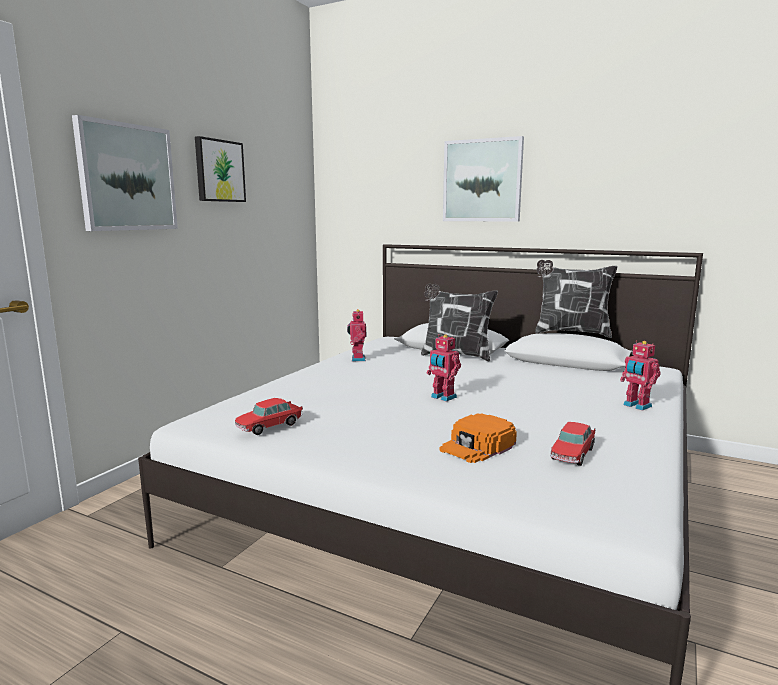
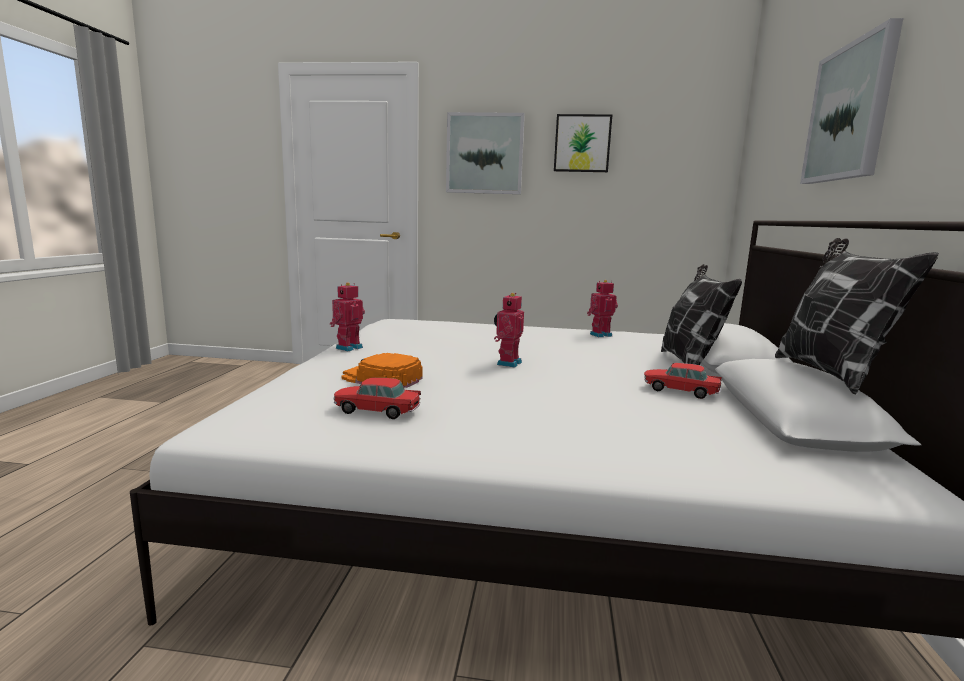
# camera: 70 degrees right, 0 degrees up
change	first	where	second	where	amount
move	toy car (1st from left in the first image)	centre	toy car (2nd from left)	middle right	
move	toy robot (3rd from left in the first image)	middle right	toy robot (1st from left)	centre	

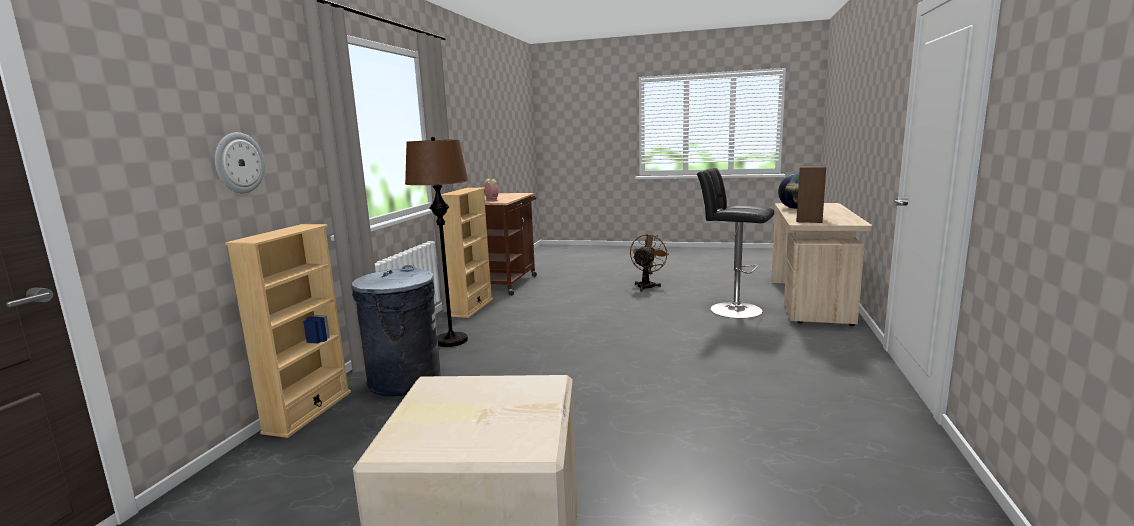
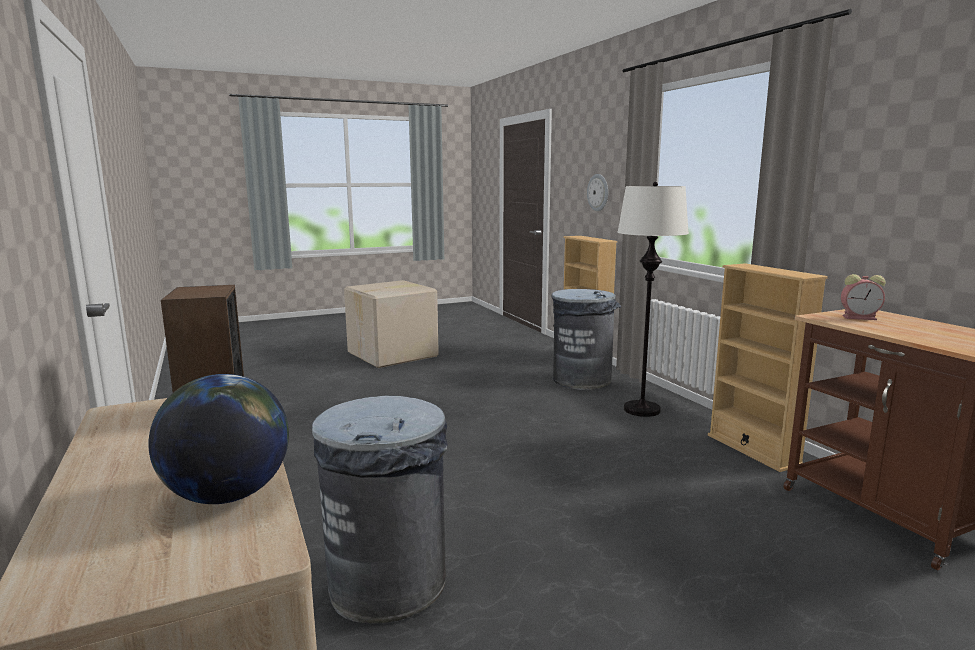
# camera: 140 degrees right, 0 degrees up
change	first	where	second	where	amount
recolor	floor lamp in brown	centre	floor lamp in white	middle right	
delete	fan in brown	centre			
replace	stool in black	centre	trash can in grey (1st from left)	bottom centre	

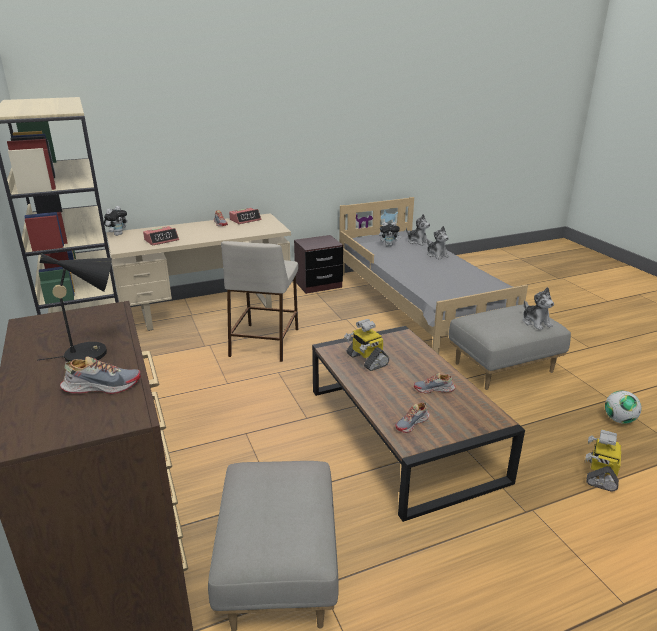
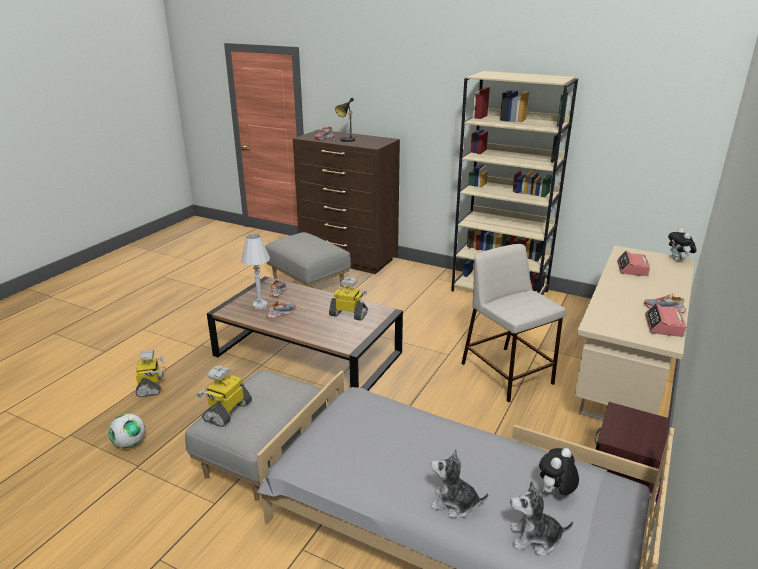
# camera: 140 degrees right, 0 degrees up
change	first	where	second	where	amount
replace	plush toy (5th from left)	middle right	toy robot (2nd from left)	bottom left	
insert			table lamp in white	centre	

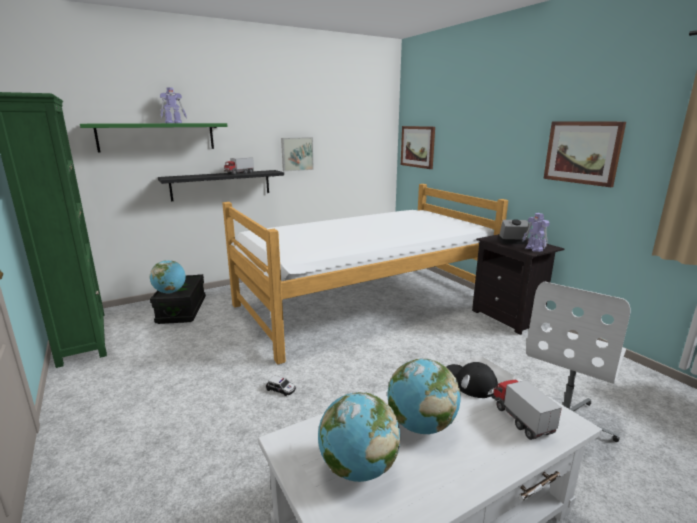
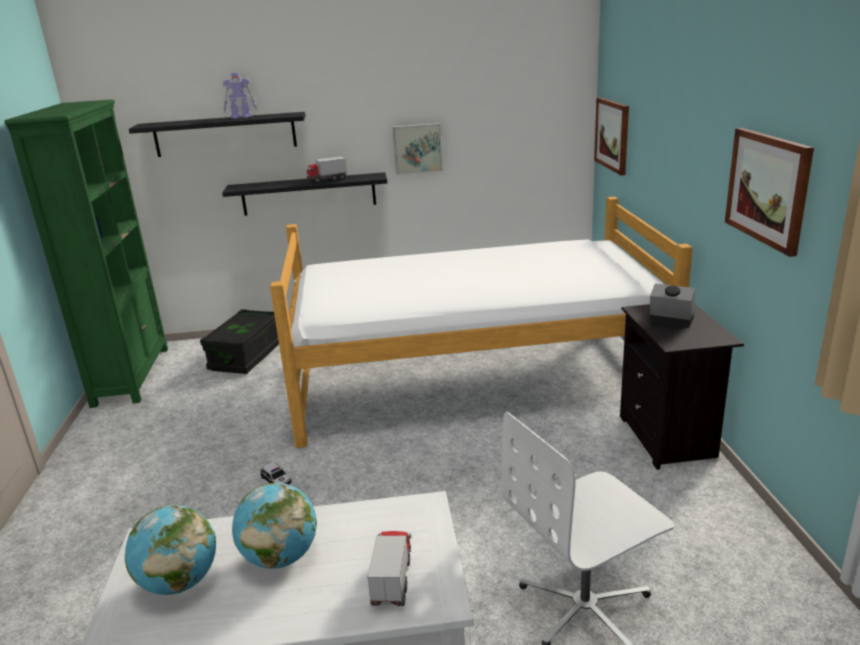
# camera: 25 degrees right, 5 degrees up
change	first	where	second	where	amount
recolor	shelf in green	top left	shelf in black (1st from left)	top left	
delete	globe (1st from left)	middle left			
delete	cap in black	bottom right			
delete	toy robot (2nd from left)	middle right			

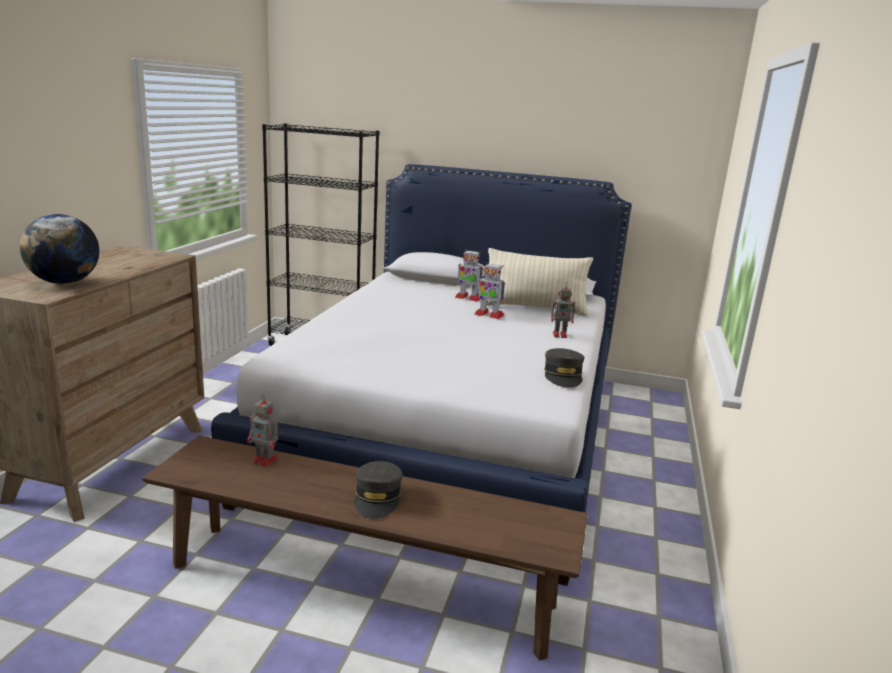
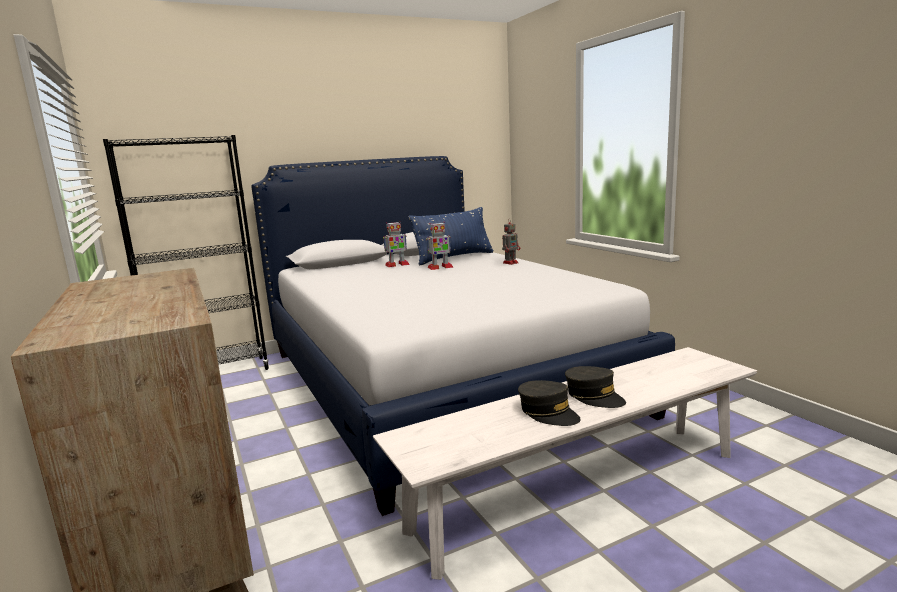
# camera: 40 degrees left, 5 degrees down
change	first	where	second	where	amount
delete	globe	middle left			
recolor	bench in brown	bottom centre	bench in white	bottom centre	
delete	toy robot (1st from left)	middle left			
recolor	pillow in beige	centre	pillow in blue	centre	
move	cap in grey (2nd from left in the first image)	centre	cap in grey (1st from left)	bottom centre	

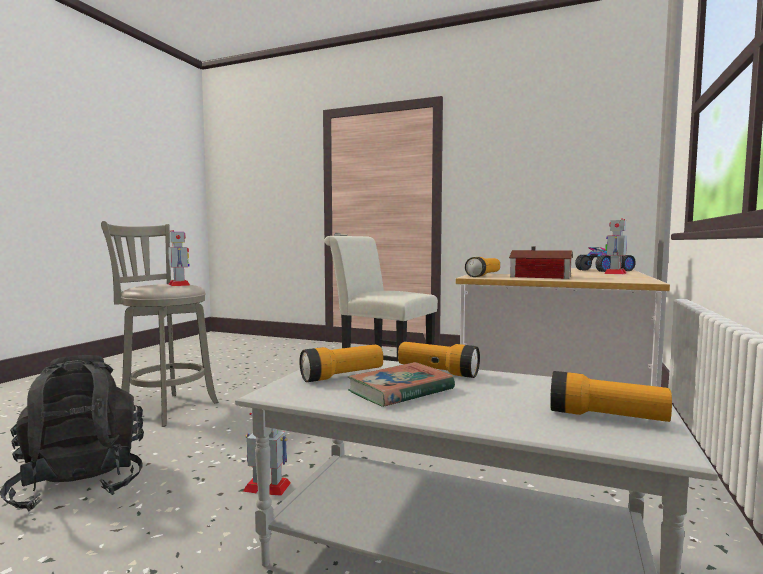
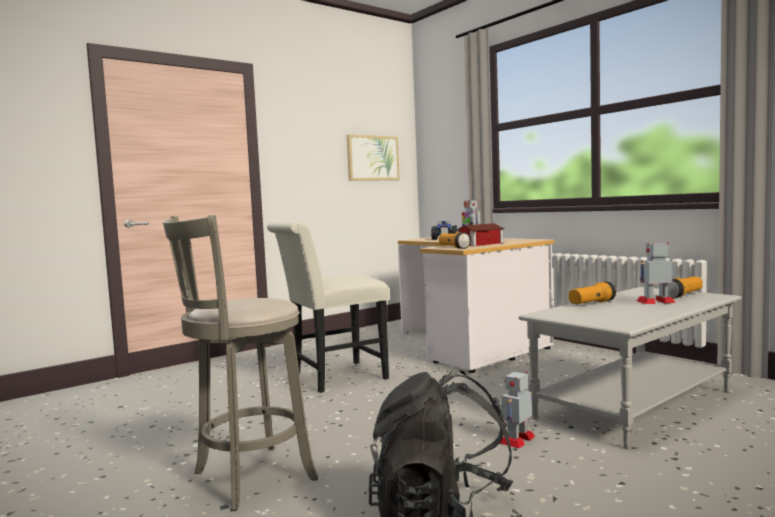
# camera: 60 degrees left, 0 degrees up
change	first	where	second	where	amount
move	toy robot (1st from left in the first image)	middle left	toy robot (3rd from left)	middle right	
delete	flashlight (1st from left)	centre			
delete	book	bottom centre			
insert			picture	top centre	

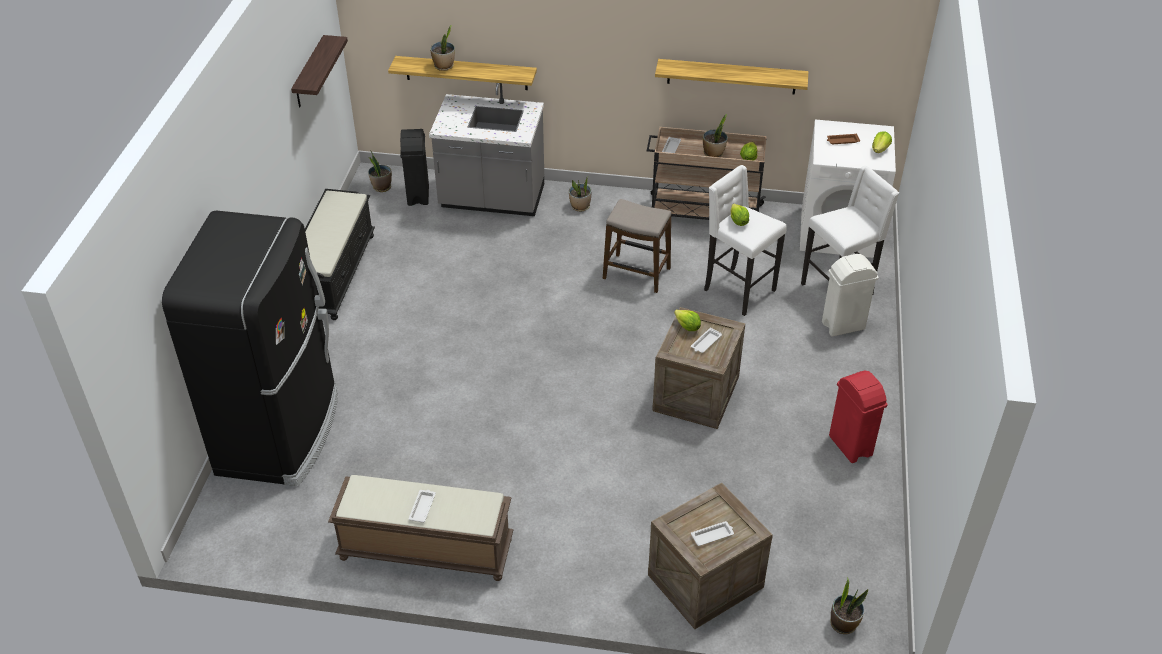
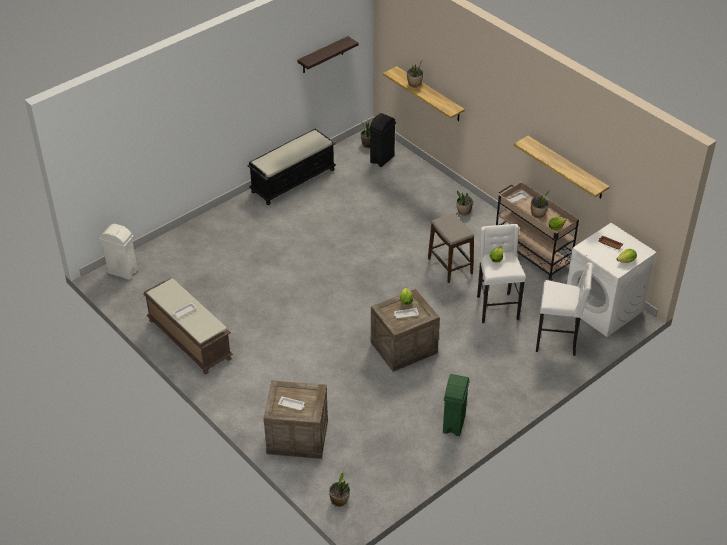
# camera: 40 degrees right, 0 degrees up
change	first	where	second	where	amount
delete	fridge in black	middle left			
delete	counter in grey	top centre			
move	trash can in white	middle right		middle left	
recolor	trash can in red	middle right	trash can in green	bottom centre	

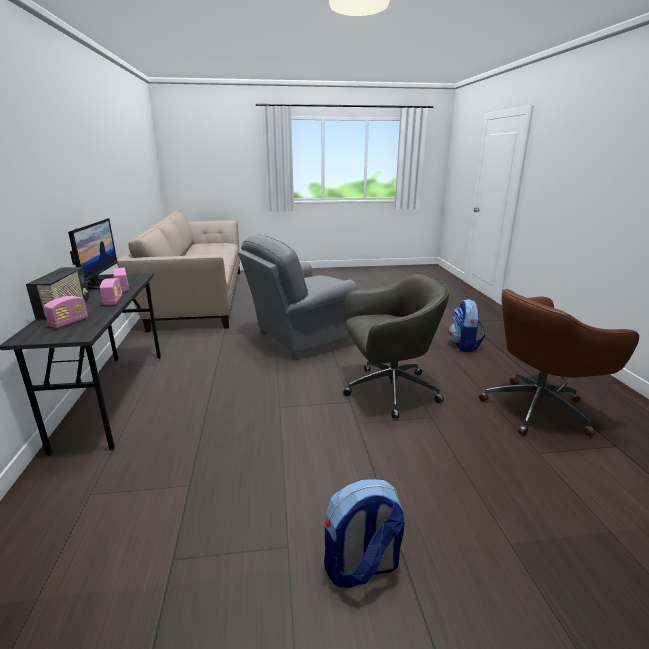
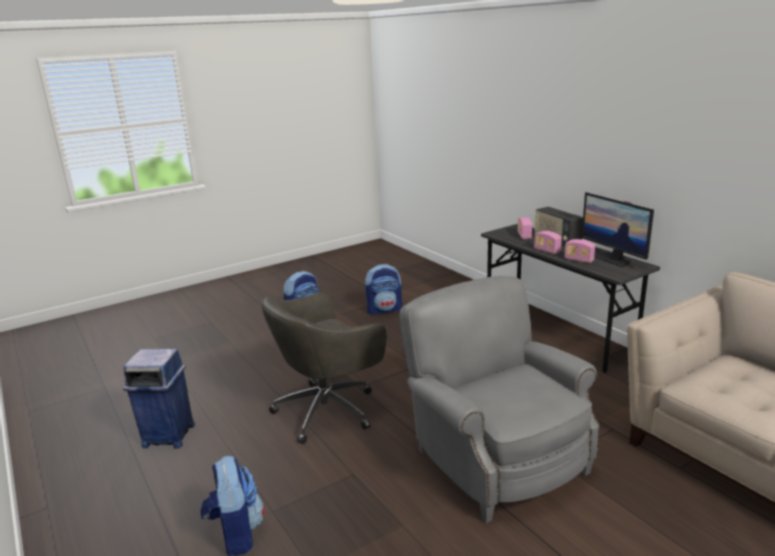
# camera: 155 degrees right, 0 degrees up
change	first	where	second	where	amount
rotate	armchair in grey	centre		bottom centre	60 degrees counterclockwise
replace	office chair in brown	middle right	trash can in blue	bottom left	
insert			backpack (3rd from left)	centre	

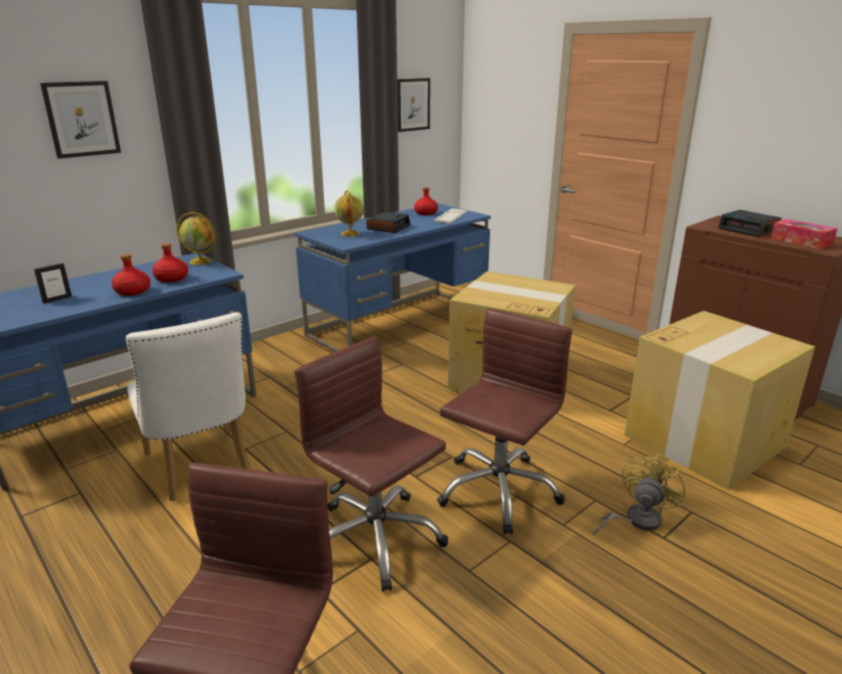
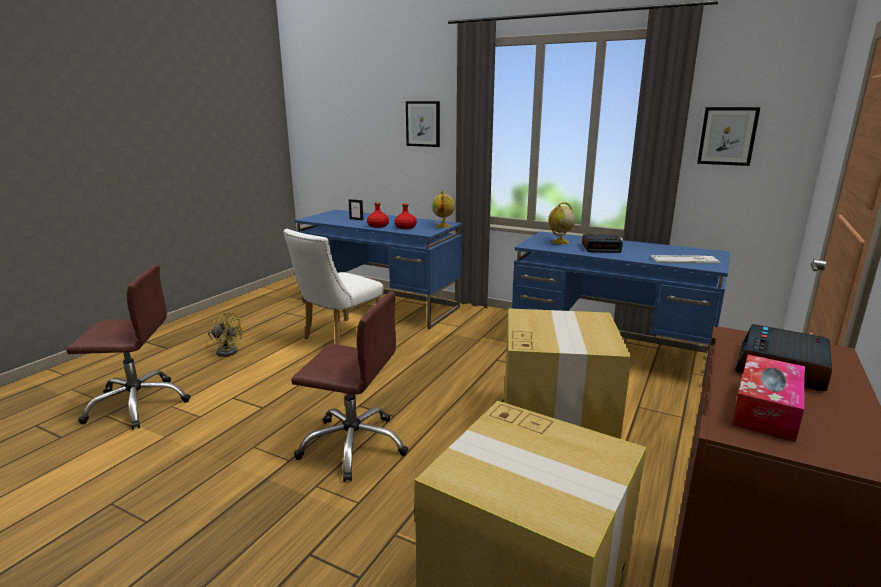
# camera: 70 degrees right, 5 degrees down
change	first	where	second	where	amount
delete	office chair in brown (2nd from left)	bottom centre			
delete	bottle in red (3rd from left)	top centre			
move	fan in yellow	bottom right		middle left	

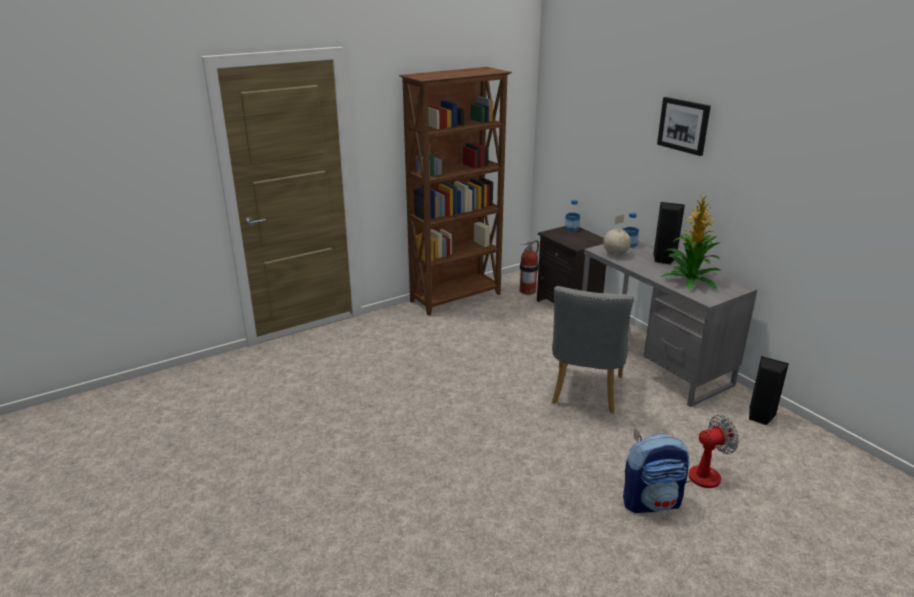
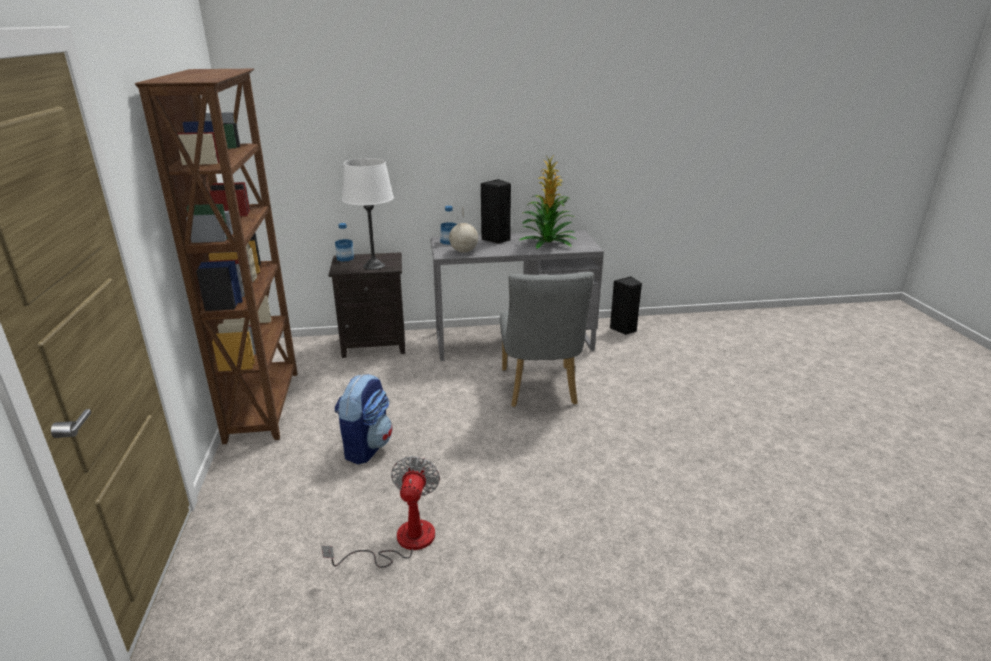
# camera: 65 degrees left, 0 degrees up
change	first	where	second	where	amount
delete	fire extinguisher	centre			
rotate	chair in grey	centre		centre	45 degrees clockwise
move	backpack	bottom right		centre	
move	fan	bottom right		bottom centre	
delete	picture	top right			
insert			table lamp in white	top centre	

